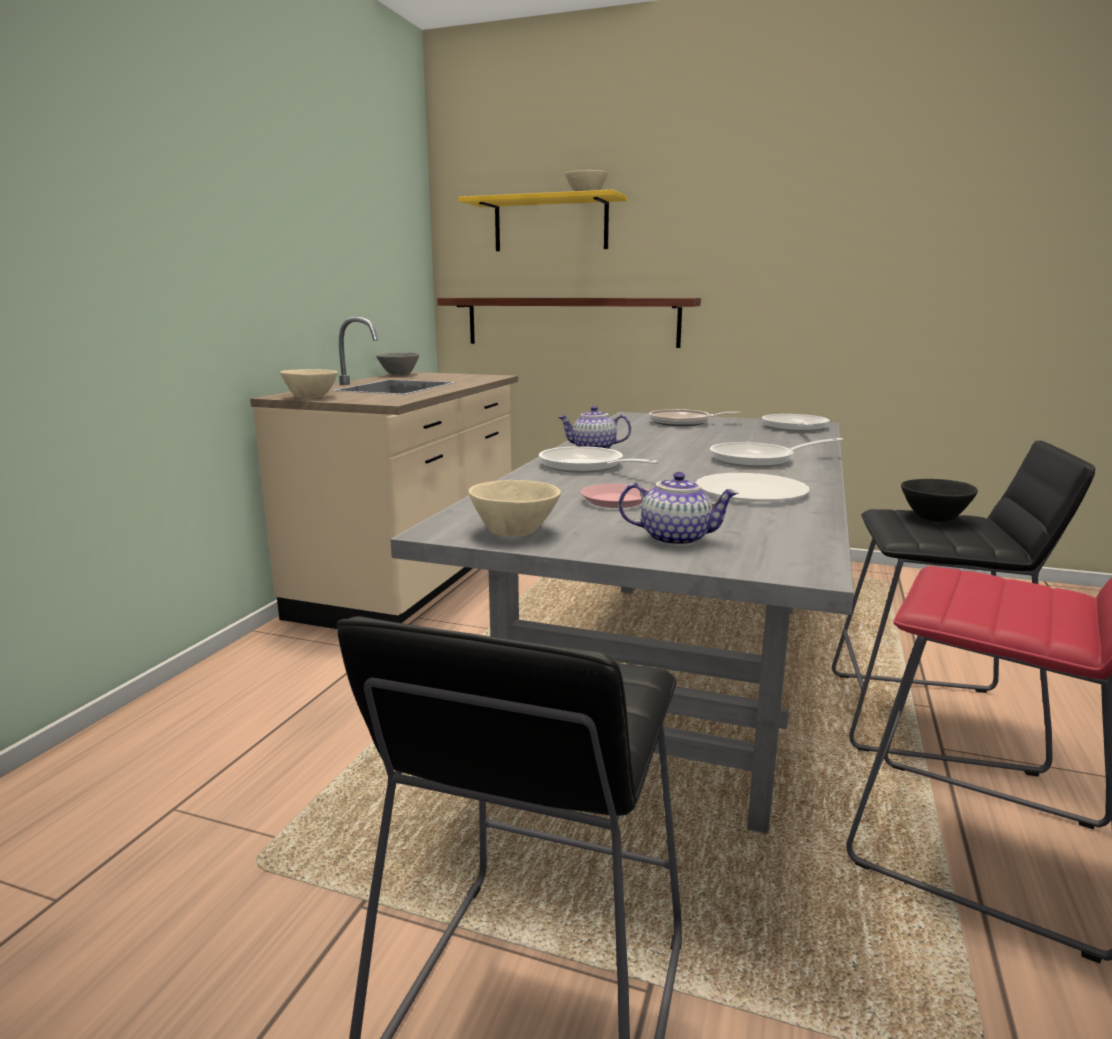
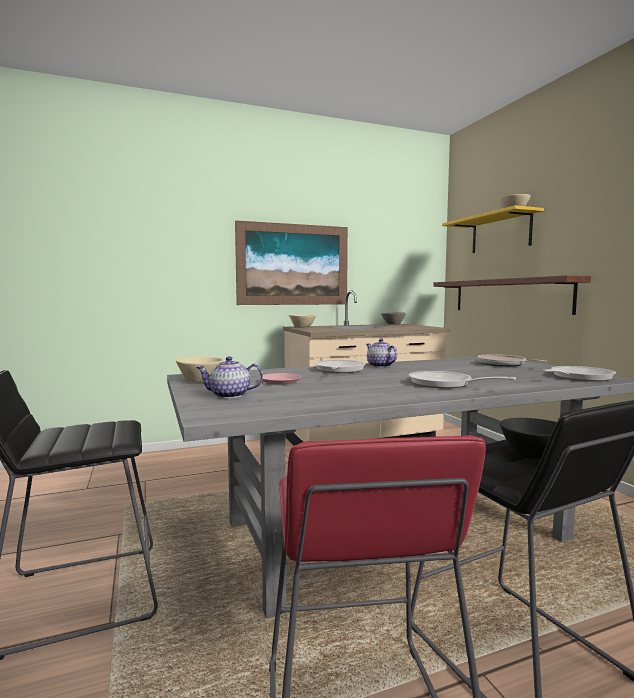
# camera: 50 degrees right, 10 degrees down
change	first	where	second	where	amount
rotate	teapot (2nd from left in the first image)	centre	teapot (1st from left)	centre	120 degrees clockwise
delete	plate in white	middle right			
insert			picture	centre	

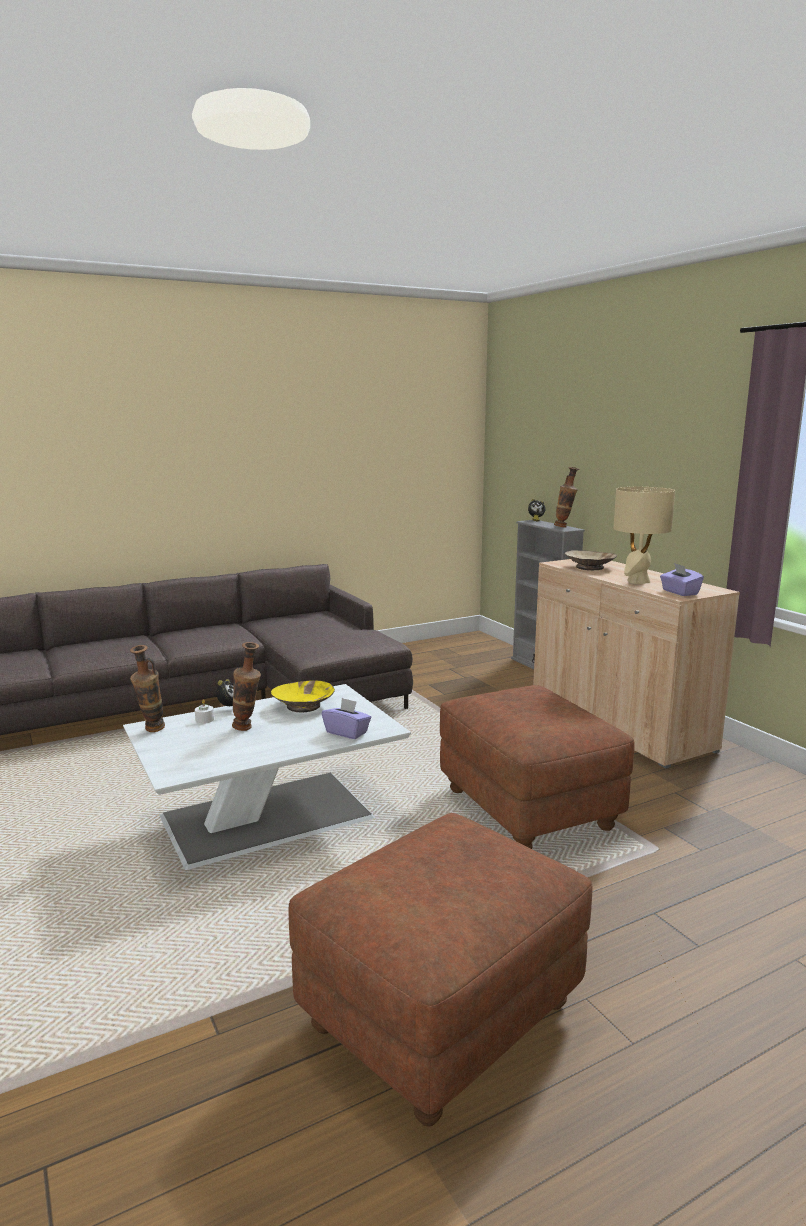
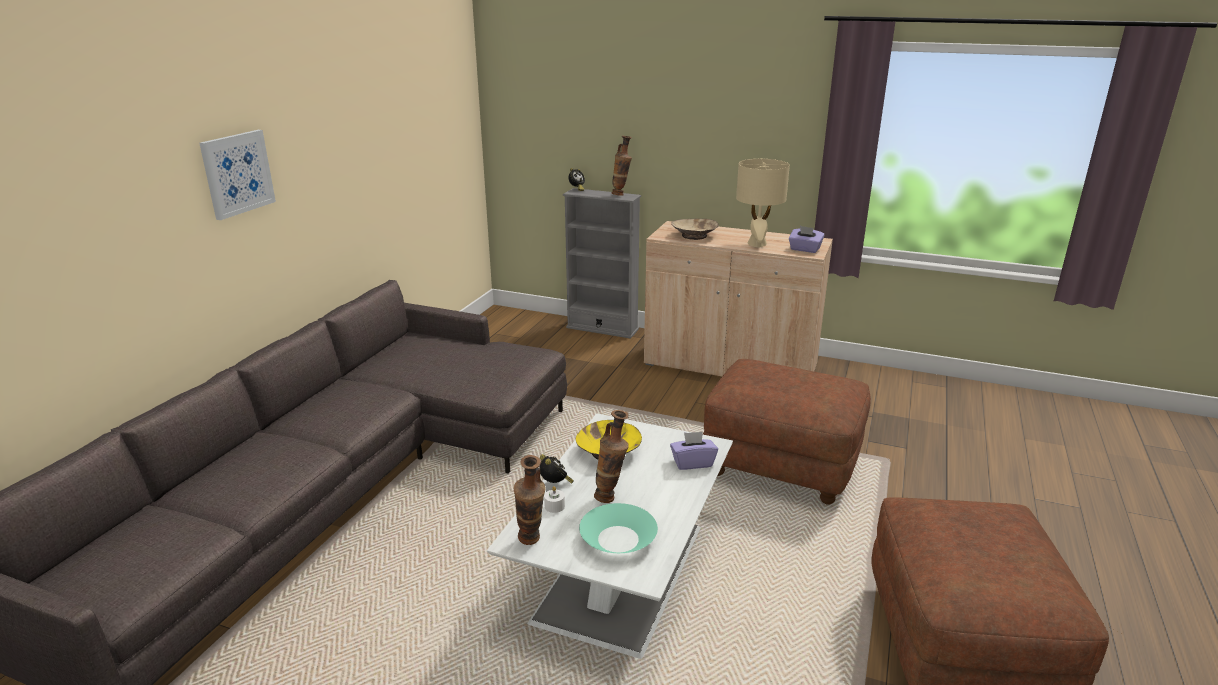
# camera: 40 degrees left, 10 degrees up
change	first	where	second	where	amount
insert			picture	top left	
insert			bowl in turquoise	bottom centre	

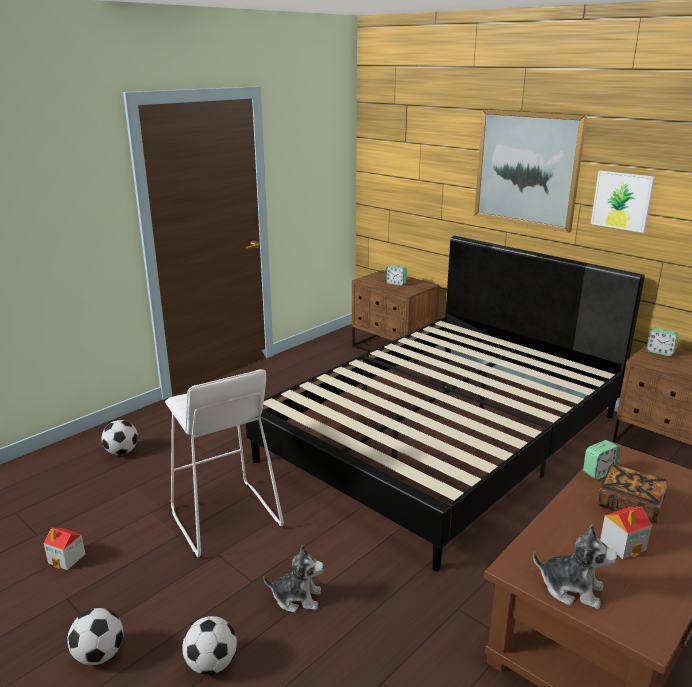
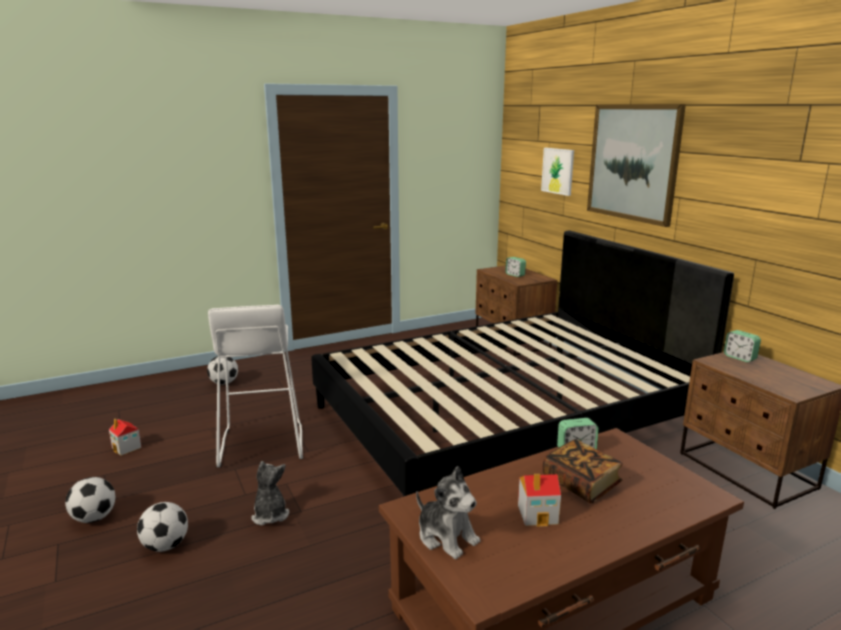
# camera: 20 degrees right, 5 degrees down
change	first	where	second	where	amount
rotate	plush toy (1st from left)	bottom centre		bottom left	135 degrees counterclockwise
move	picture (2nd from left in the first image)	top right	picture (1st from left)	top centre	

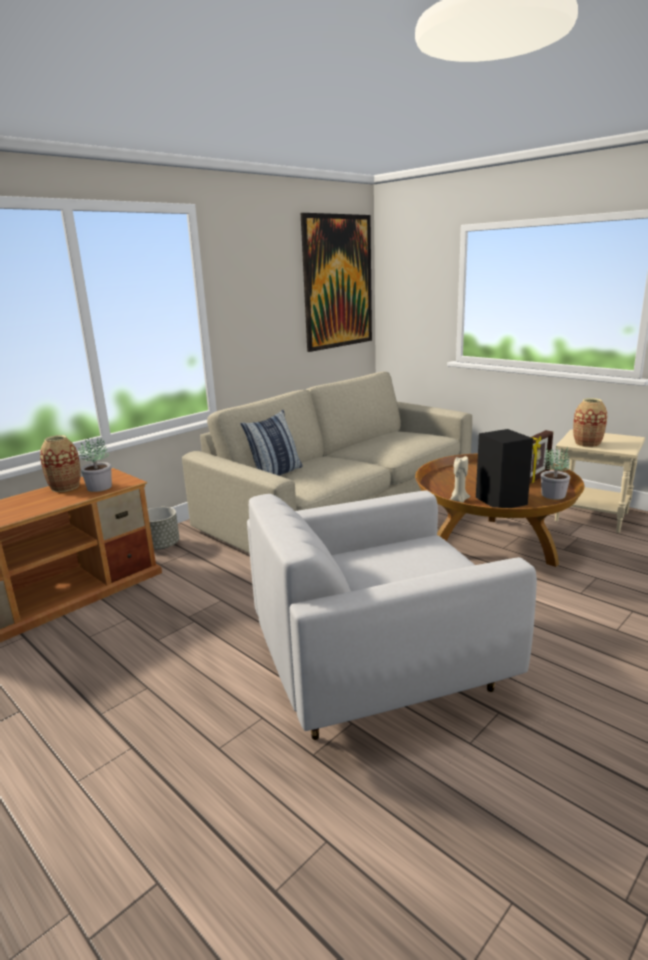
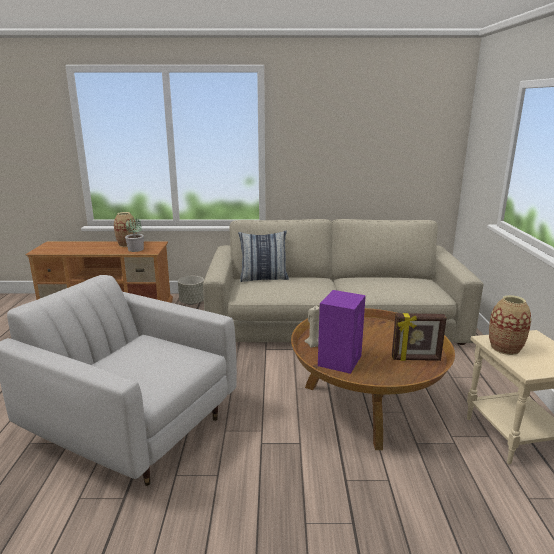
# camera: 45 degrees right, 0 degrees up
change	first	where	second	where	amount
delete	picture	top centre			
recolor	speaker in black	middle right	speaker in purple	centre	
delete	potted plant (2nd from left)	middle right			

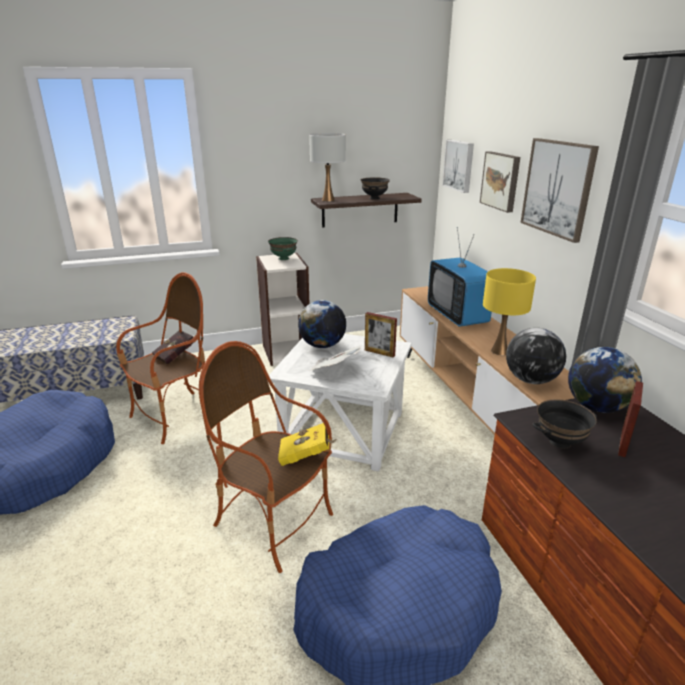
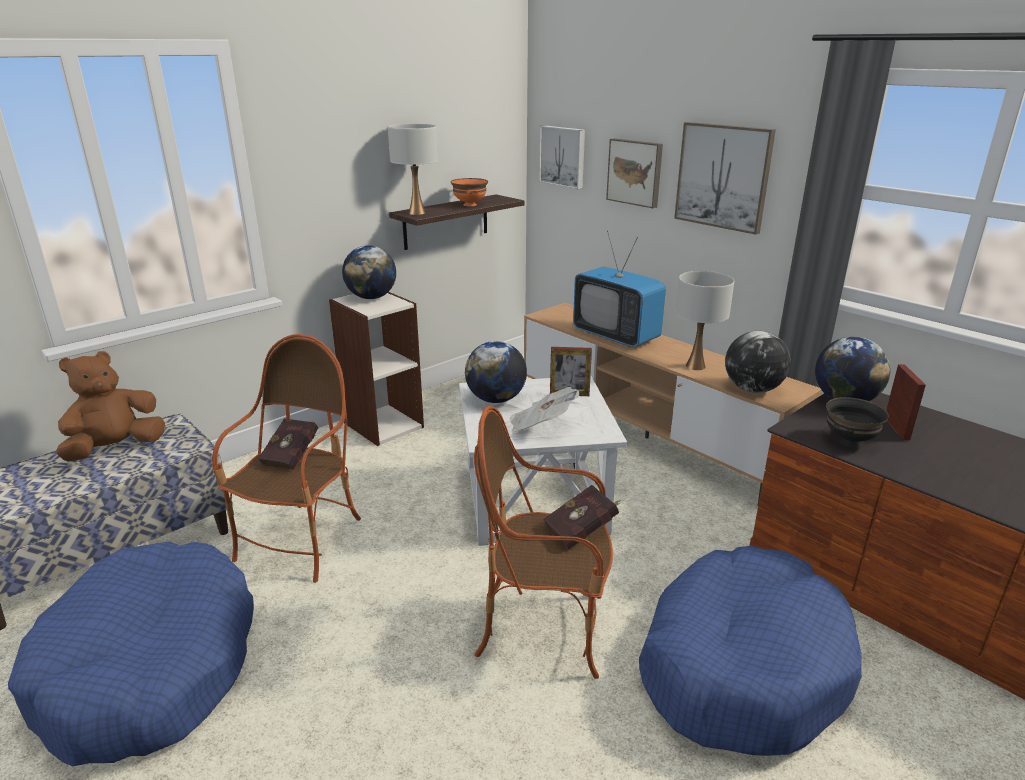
# camera: 25 degrees left, 0 degrees up
change	first	where	second	where	amount
replace	bowl in green	centre	globe (1st from left)	centre	
recolor	book in yellow	centre	book in red (2nd from left)	centre	
recolor	bowl in black (1st from left)	top centre	bowl in orange	top centre	
recolor	table lamp in yellow	middle right	table lamp in white (2nd from left)	middle right	
insert			plush toy in brown	middle left	

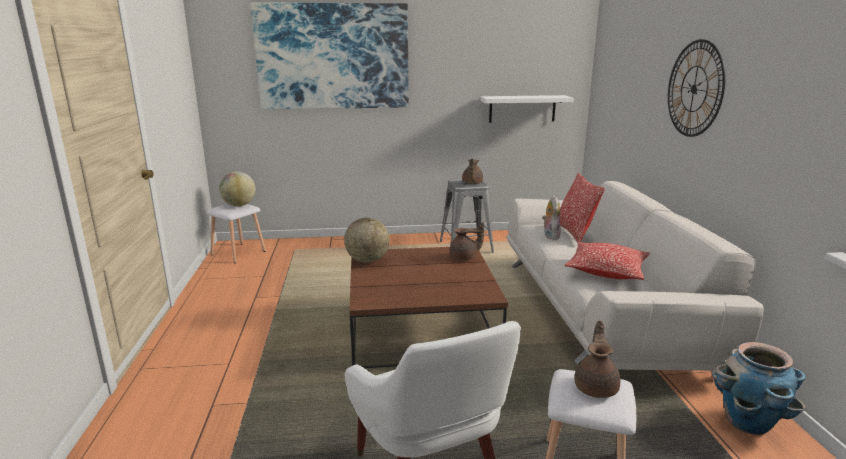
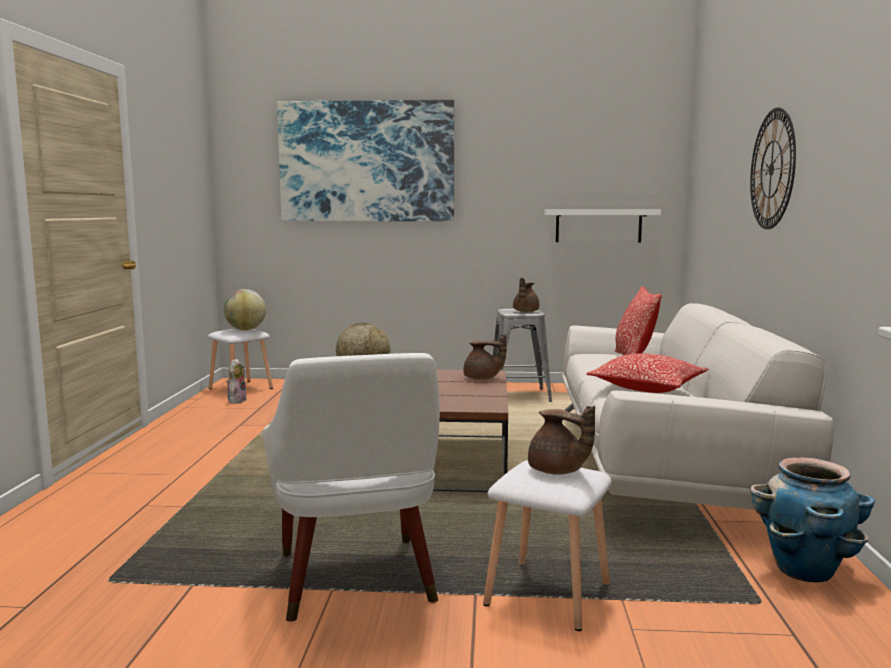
# camera: 10 degrees right, 10 degrees down
change	first	where	second	where	amount
move	plush toy	centre		middle left	
rotate	teapot in brown (3rd from left)	bottom right		centre	105 degrees clockwise

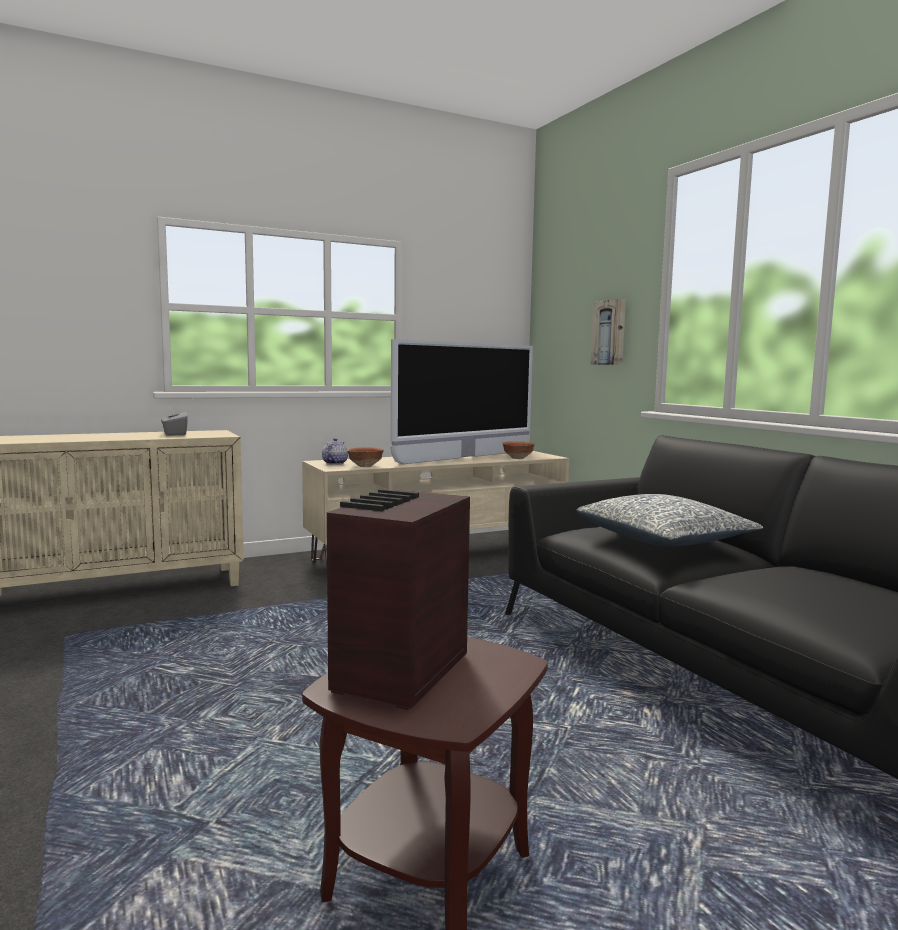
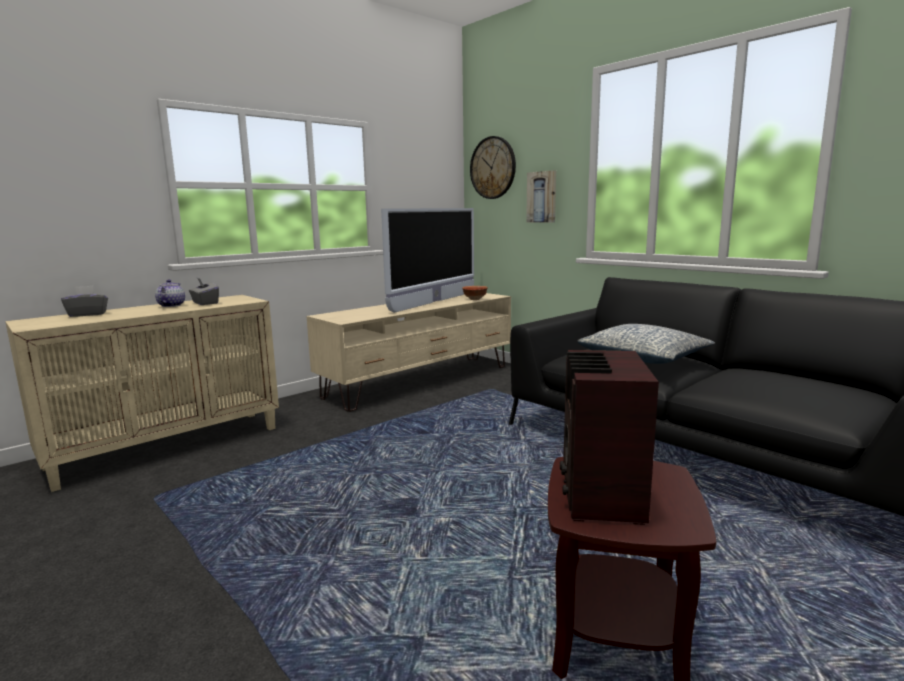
# camera: 15 degrees left, 5 degrees up
change	first	where	second	where	amount
move	teapot	centre		middle left	
delete	bowl (1st from left)	centre			
insert			tissue box in grey (1st from left)	middle left	
insert			wall clock	top centre	

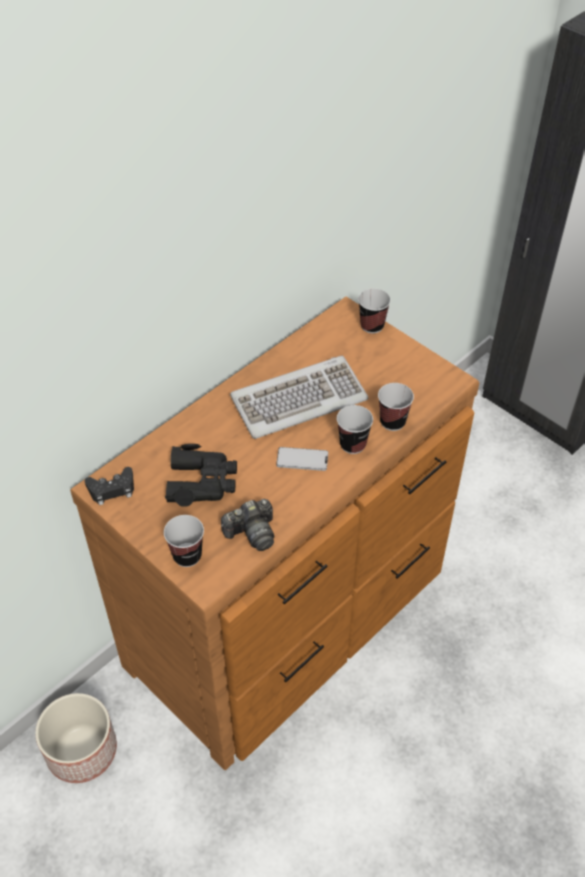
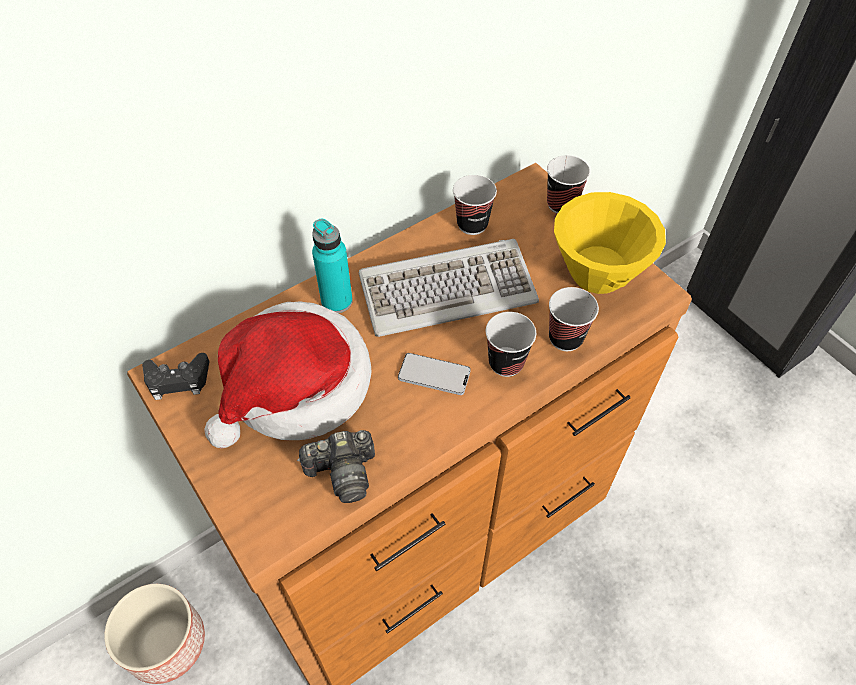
# camera: 10 degrees right, 5 degrees up
change	first	where	second	where	amount
move	cup (1st from left)	middle left		top centre	
replace	binoculars in black	centre	hat	centre	
insert			bottle in turquoise	centre	
insert			bowl in yellow	middle right	

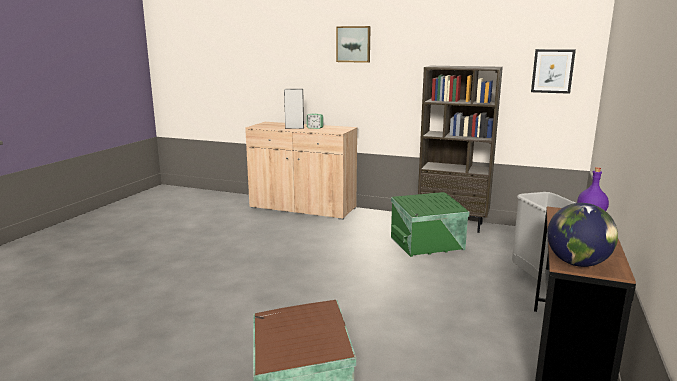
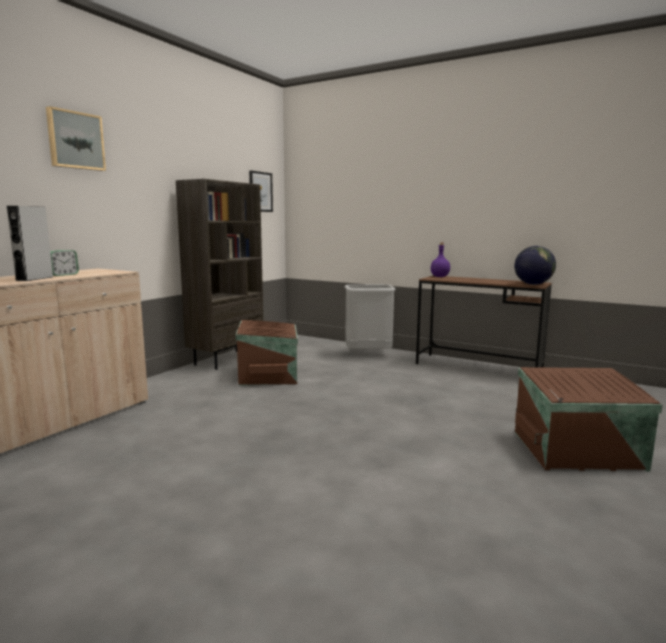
# camera: 80 degrees left, 5 degrees down
change	first	where	second	where	amount
recolor	storage box in green	centre	storage box in brown (1st from left)	centre	

